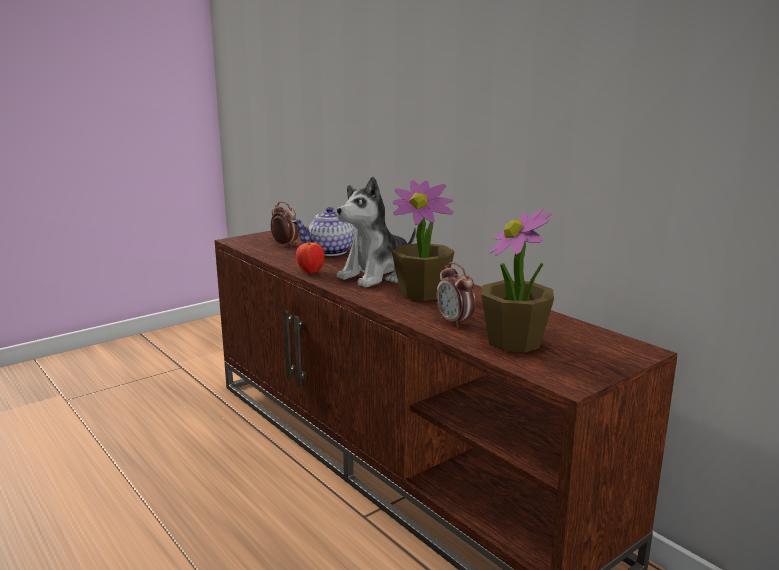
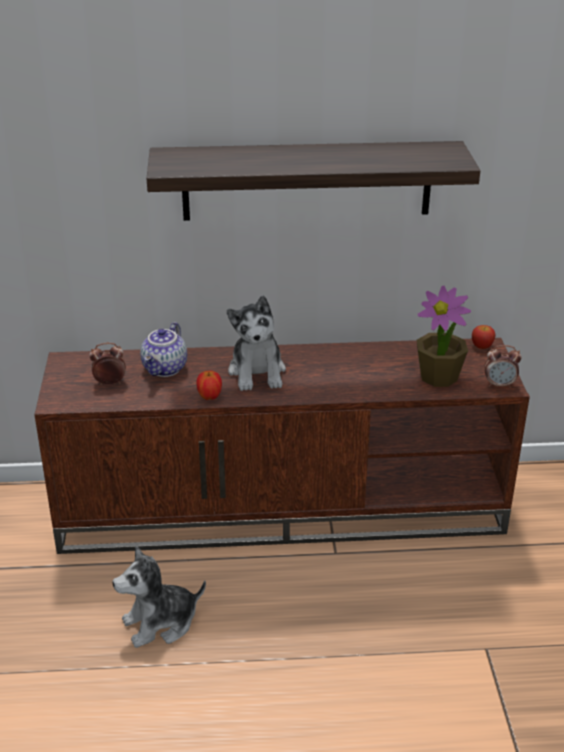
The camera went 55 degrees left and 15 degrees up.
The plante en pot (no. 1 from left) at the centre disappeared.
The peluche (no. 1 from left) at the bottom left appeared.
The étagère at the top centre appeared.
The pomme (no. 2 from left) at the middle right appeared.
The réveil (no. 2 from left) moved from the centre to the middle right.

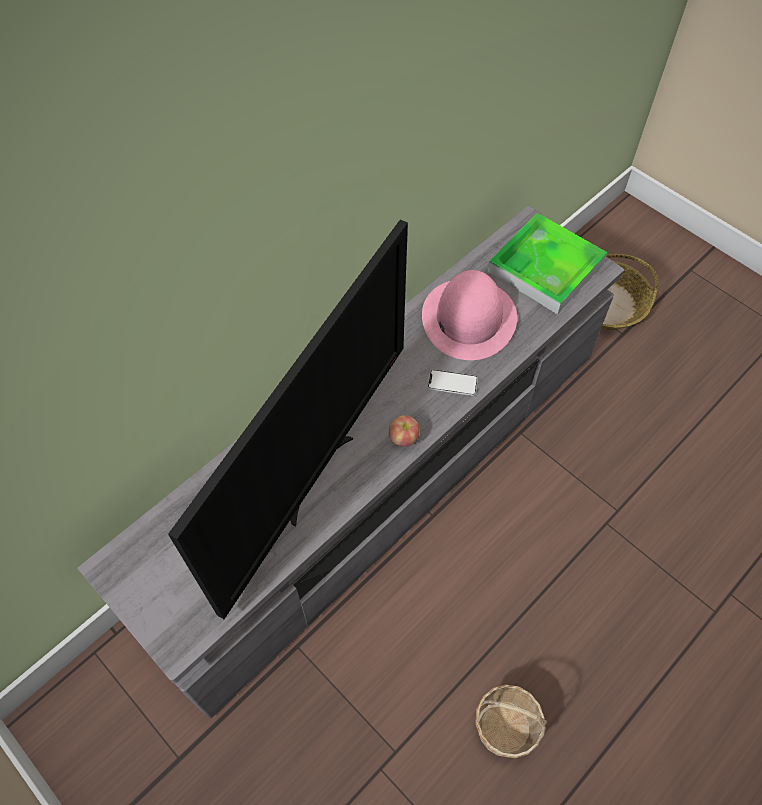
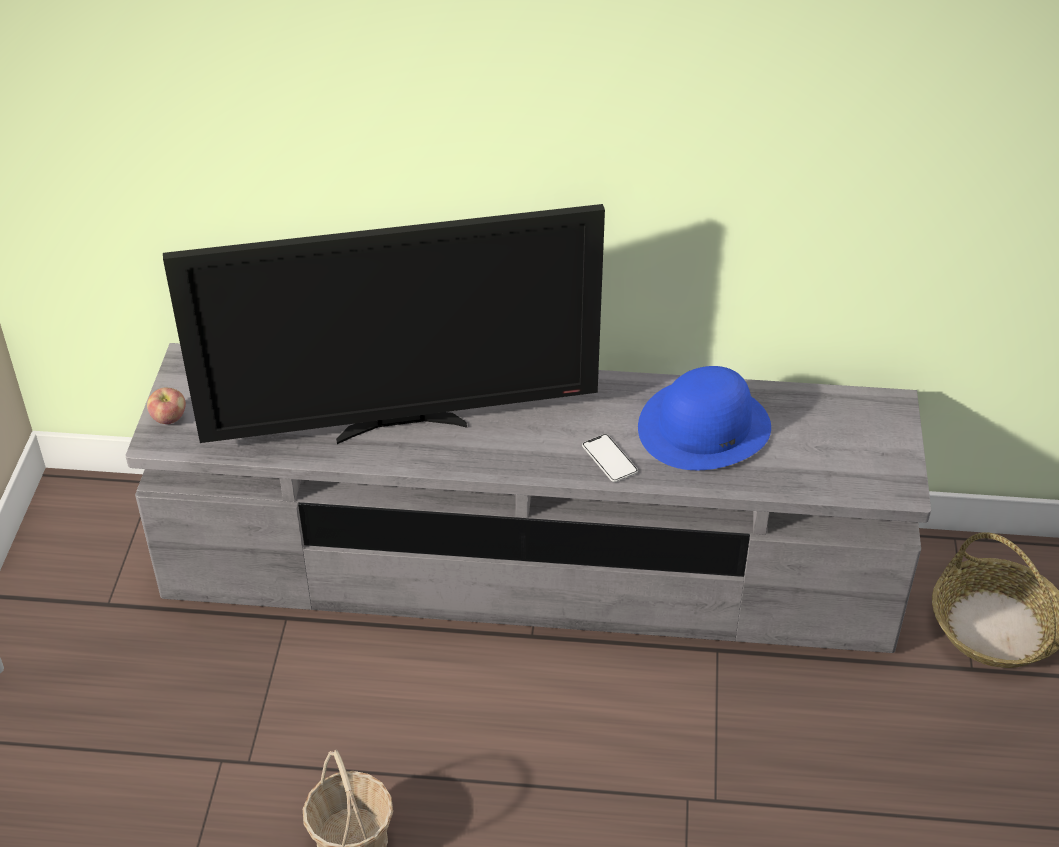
The camera went 50 degrees right and 15 degrees down.
The plateau at the top right disappeared.
The pomme moved from the centre to the middle left.
The chapeau/rose at the centre became the chapeau/bleu at the centre.

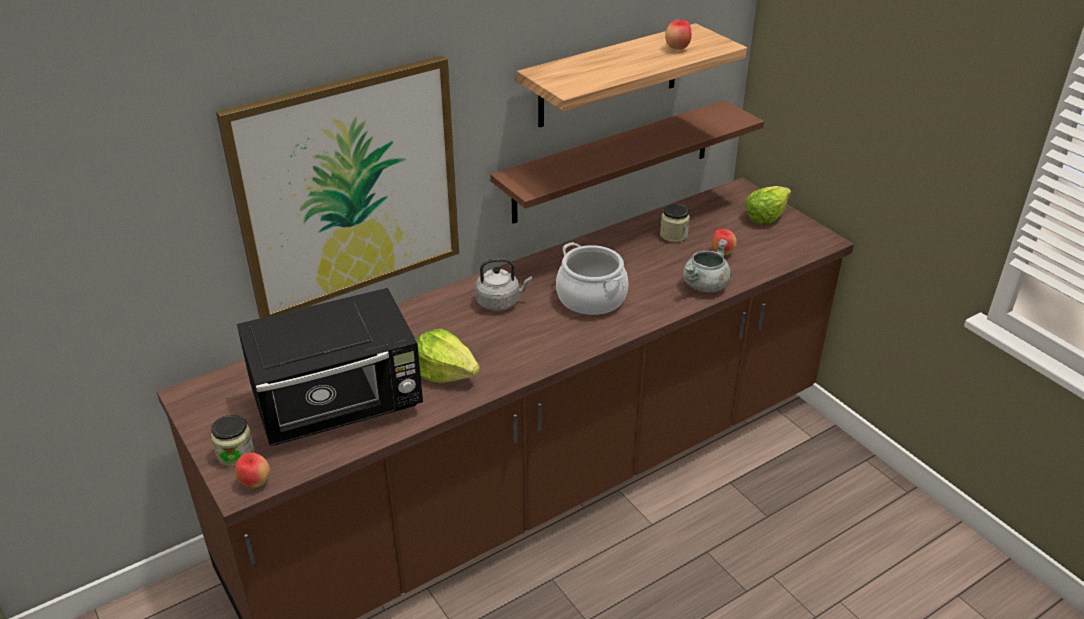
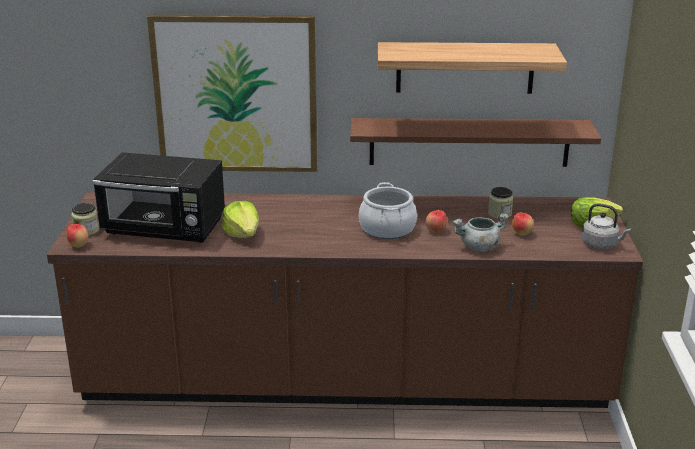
The camera went 35 degrees right and 10 degrees down.
The bouilloire/gris moved from the centre to the middle right.
The pomme (no. 2 from left) moved from the top centre to the centre.

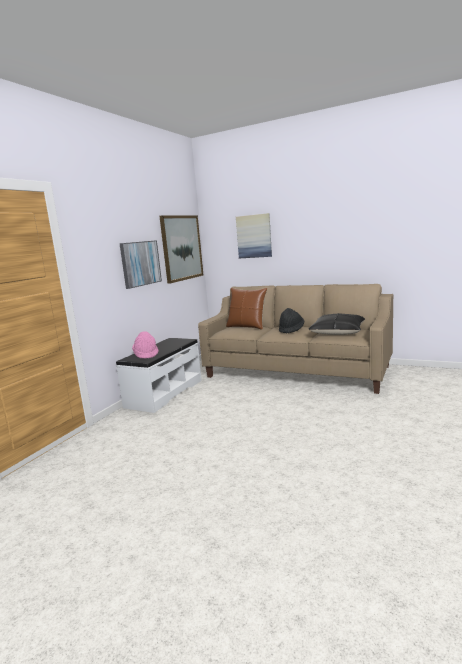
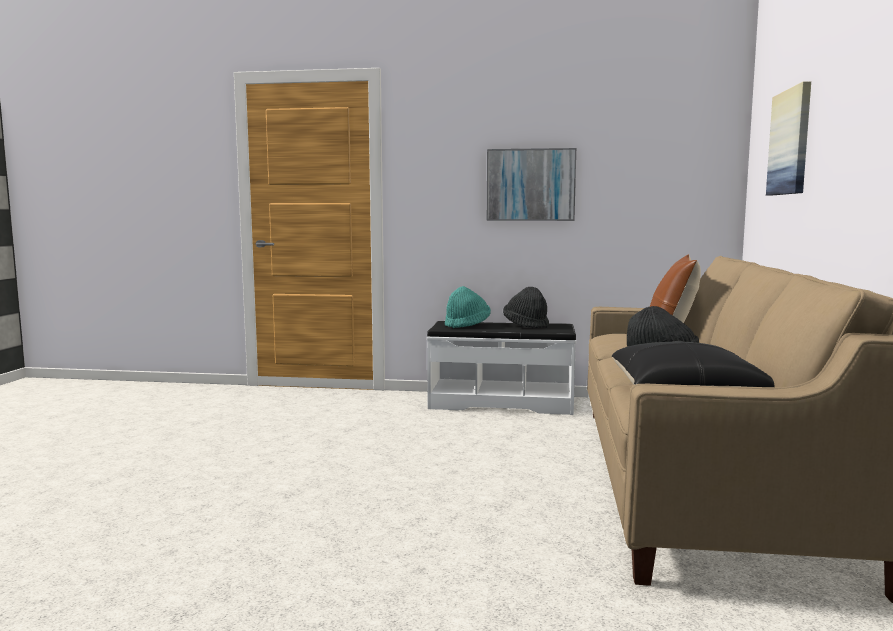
The camera went 70 degrees right and 5 degrees down.
The tableau (no. 2 from left) at the centre disappeared.
The chapeau/noir (no. 1 from left) at the centre appeared.
The chapeau/rose at the middle left became the chapeau/turquoise at the centre.

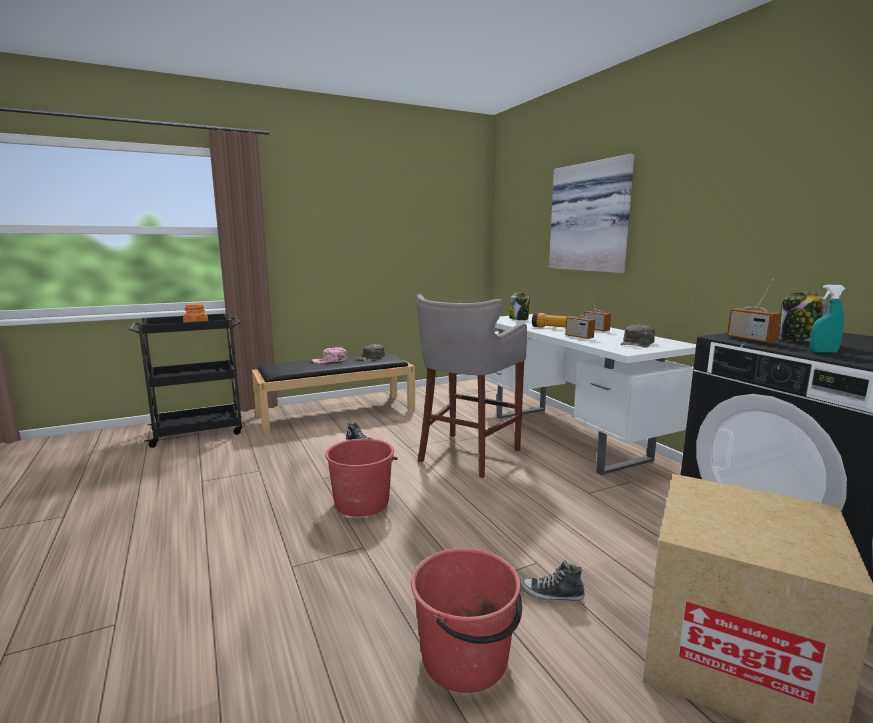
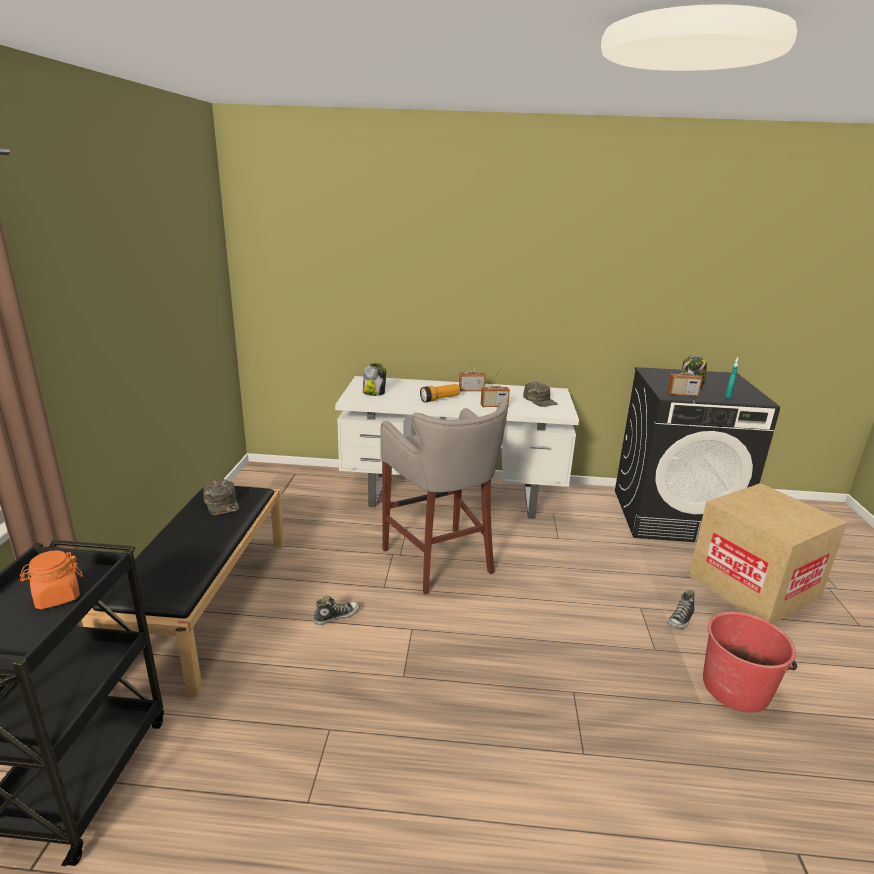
The camera went 60 degrees left and 10 degrees up.
The casquette/rose at the centre disappeared.
The seau/rouge (no. 1 from left) at the centre disappeared.
The tableau at the top right disappeared.

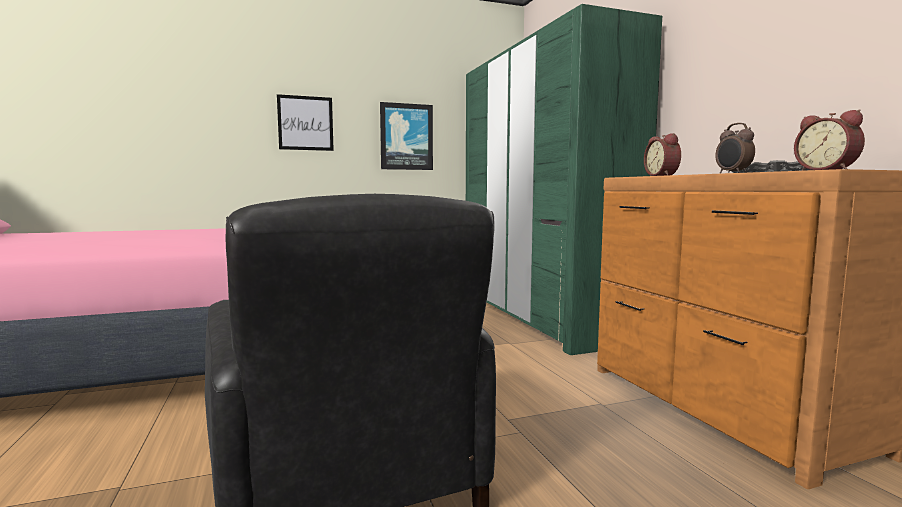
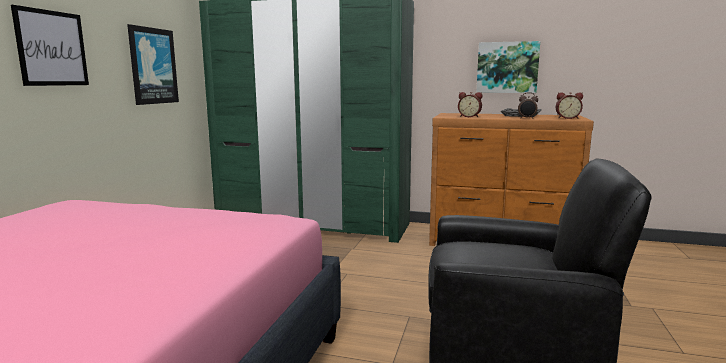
The camera went 55 degrees left and 5 degrees up.
The tableau (no. 3 from left) at the top right appeared.

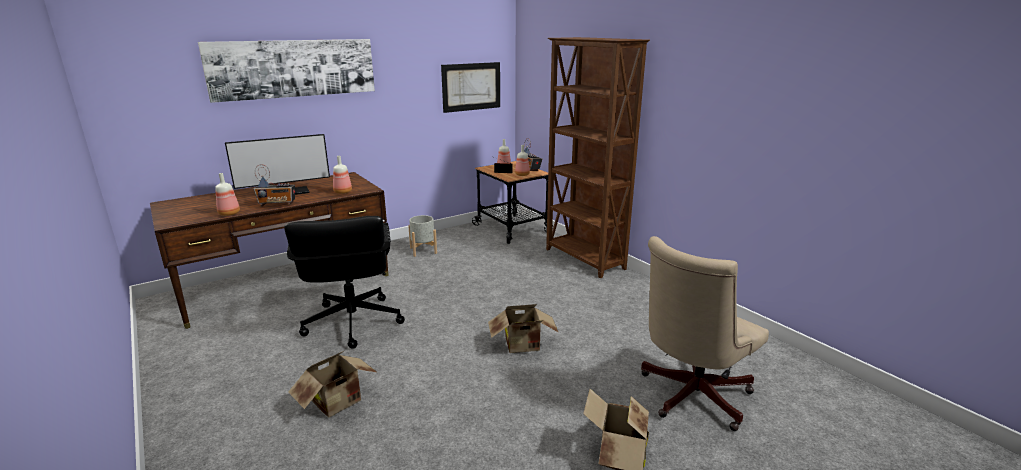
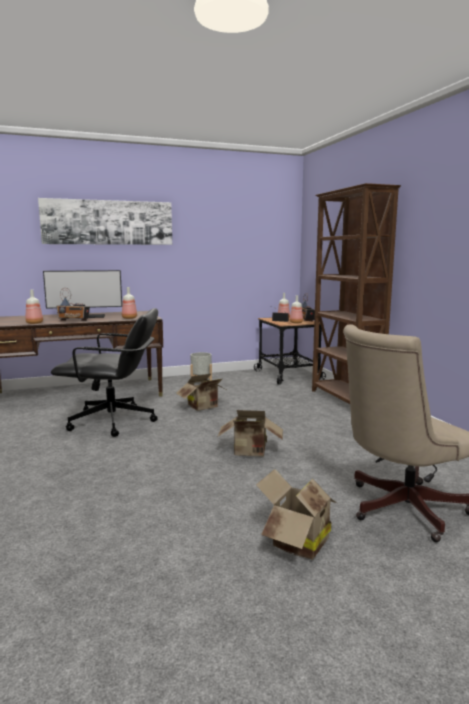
The camera went 15 degrees right and 10 degrees down.
The tableau (no. 2 from left) at the top centre disappeared.
The carton (no. 1 from left) moved from the bottom left to the centre.
The chaise de bureau/noir at the centre turned 90 degrees counterclockwise.

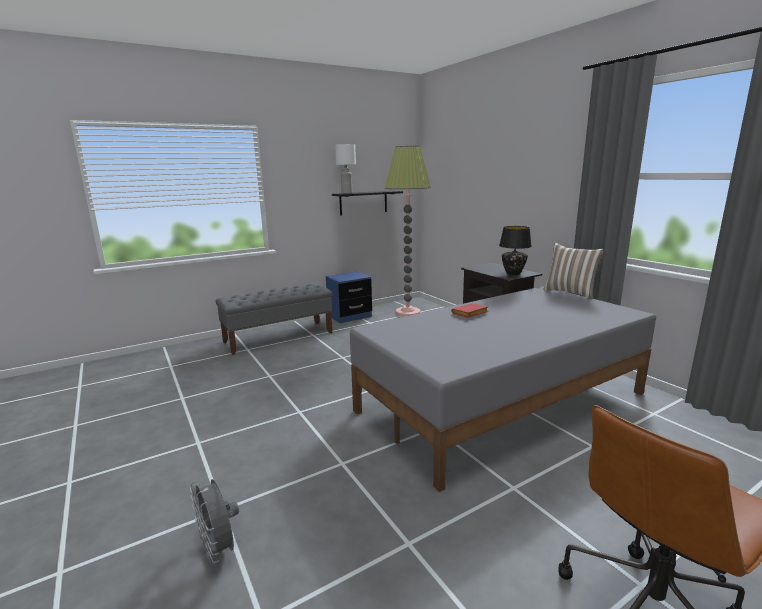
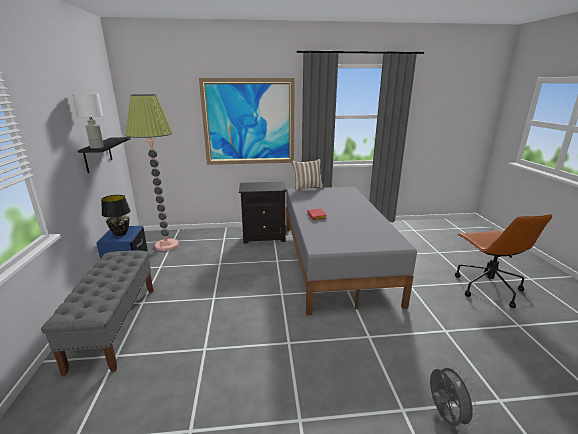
The camera went 65 degrees left and 5 degrees up.
The tableau at the top centre appeared.
The lampe de table/noir moved from the middle right to the middle left.
The ventilateur/gris at the bottom left turned 90 degrees counterclockwise.

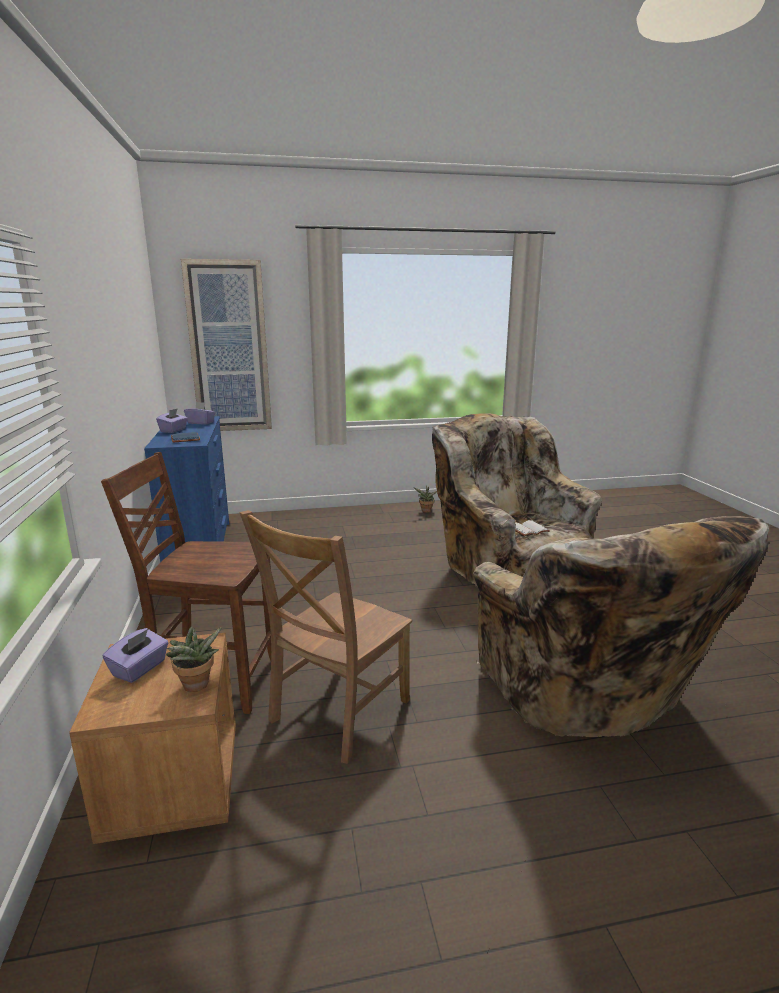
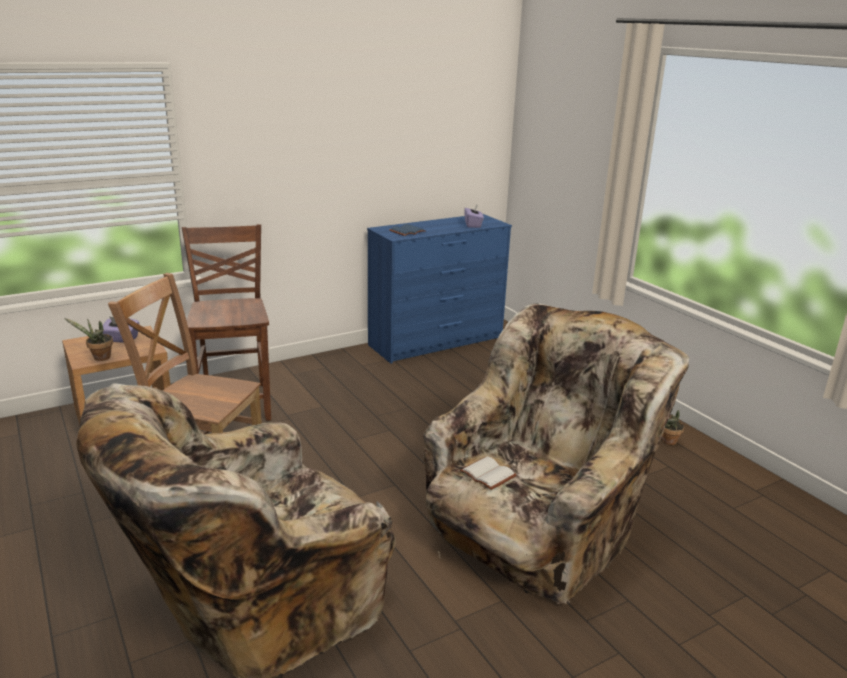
The camera went 70 degrees right and 5 degrees up.
The boîte à mouchoirs/violet (no. 2 from left) at the middle left disappeared.
The tableau at the middle left disappeared.

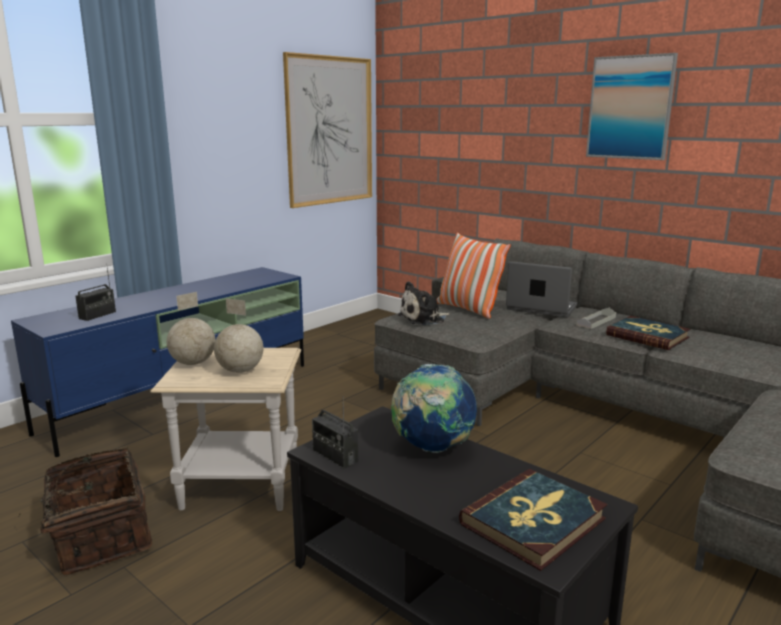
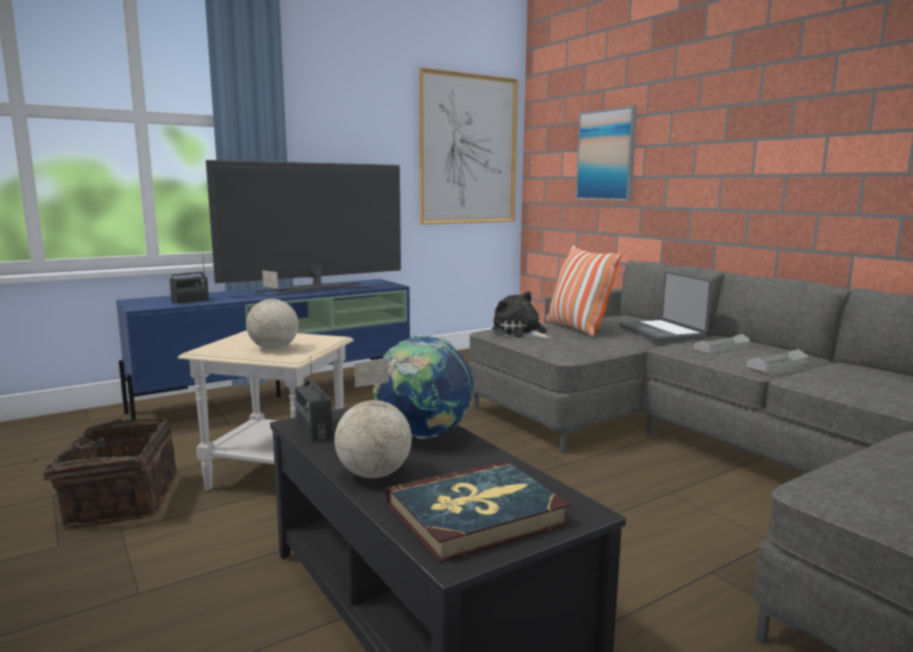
The camera went 15 degrees right and 5 degrees down.
The téléviseur at the middle left appeared.
The globe (no. 1 from left in the first image) moved from the middle left to the centre.
The tableau (no. 2 from left) moved from the top right to the top centre.
The livre (no. 2 from left) at the middle right was replaced by the plateau/gris (no. 2 from left) at the middle right.
The peluche at the centre turned 60 degrees clockwise.
The ordinateur portable at the middle right turned 150 degrees counterclockwise.

